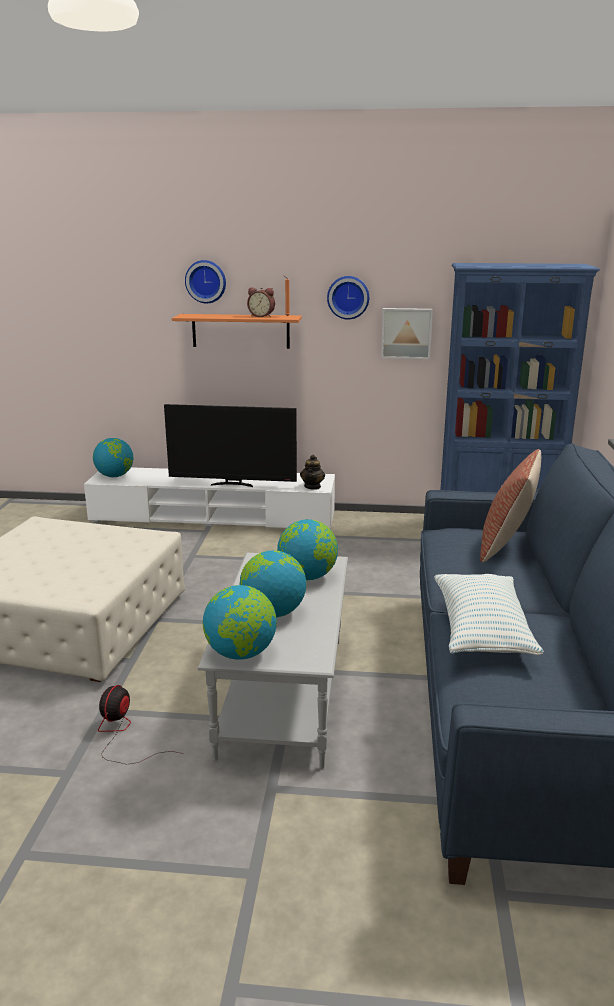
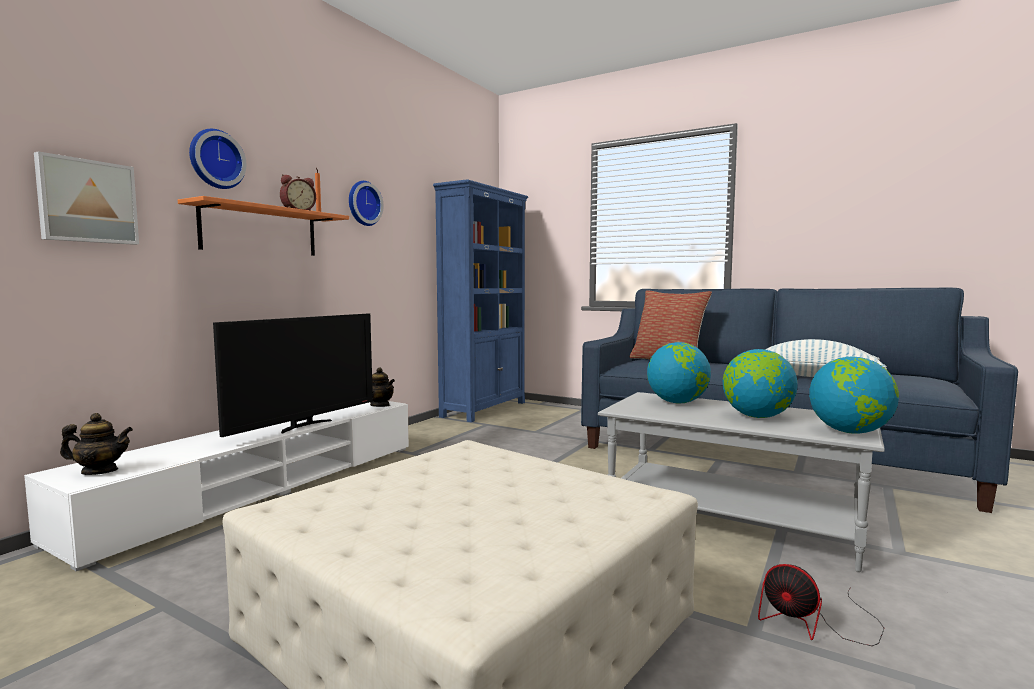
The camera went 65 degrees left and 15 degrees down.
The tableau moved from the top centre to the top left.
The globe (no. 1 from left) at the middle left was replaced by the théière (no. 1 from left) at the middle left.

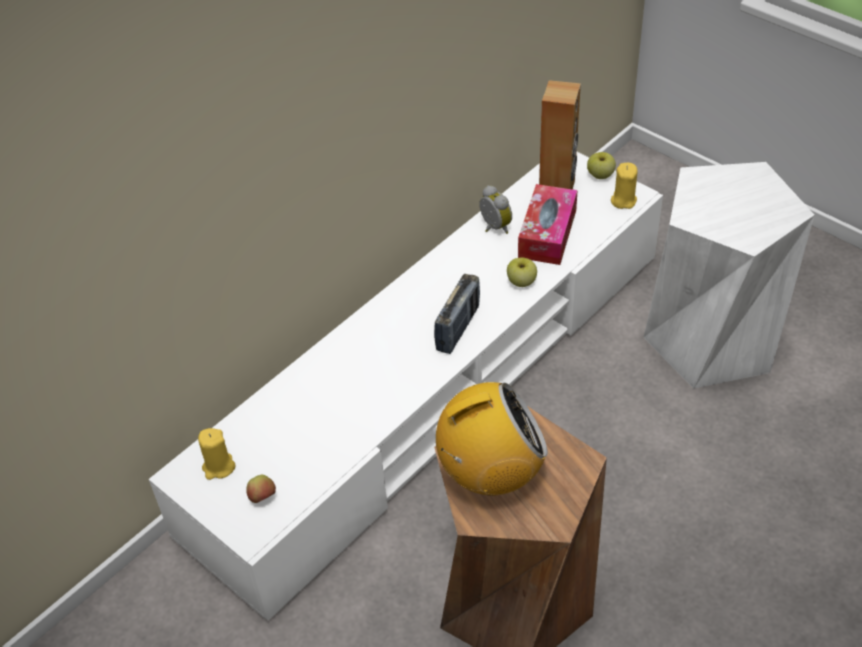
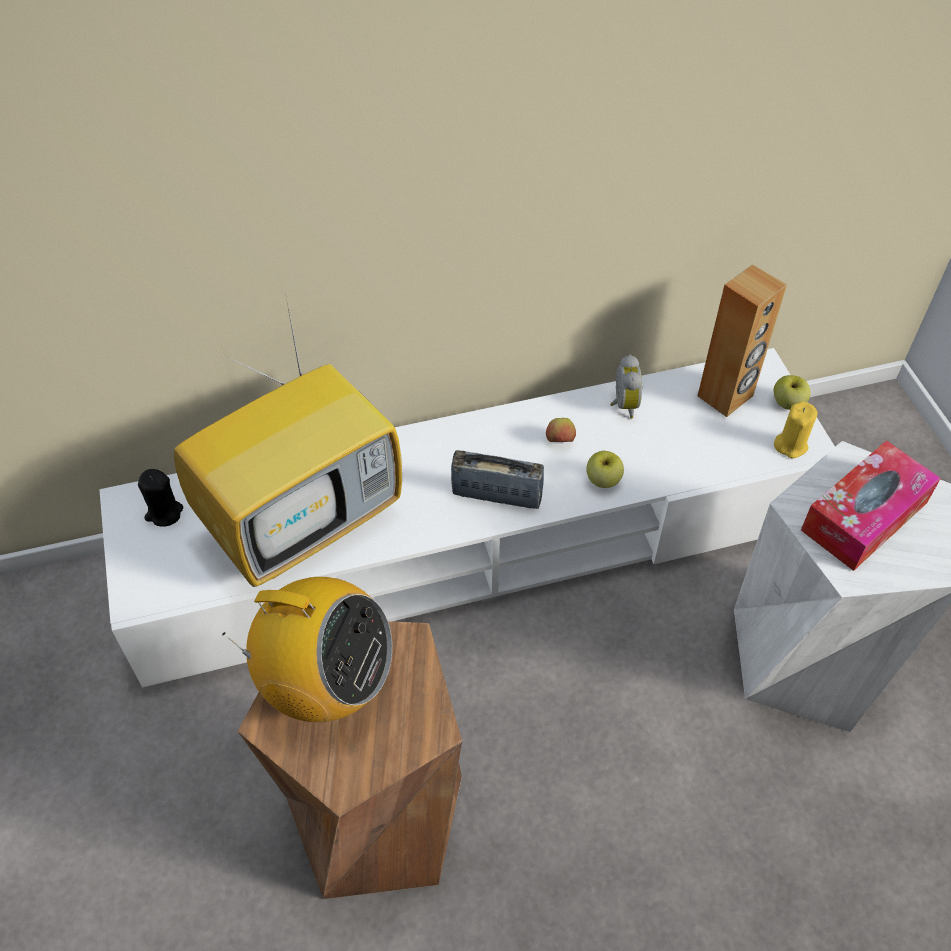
The camera went 30 degrees right and 5 degrees up.
The téléviseur at the middle left appeared.
The pomme (no. 1 from left) moved from the bottom left to the centre.
The boîte à mouchoirs moved from the centre to the middle right.
The bougie/jaune (no. 1 from left) at the bottom left became the bougie/noir at the middle left.
The radio (no. 1 from left in the first image) at the centre turned 135 degrees counterclockwise.

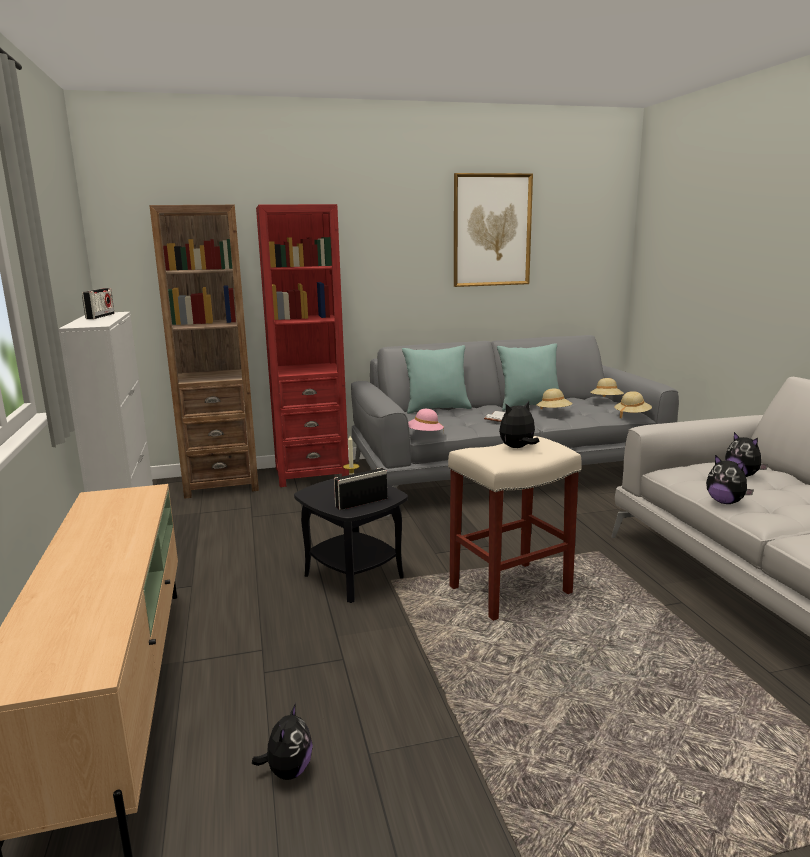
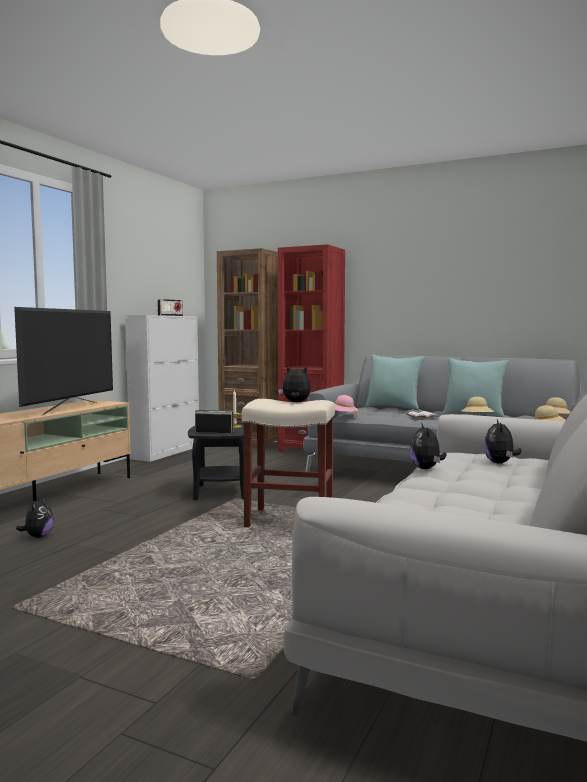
The camera went 40 degrees right and 10 degrees down.
The tableau at the top centre disappeared.
The téléviseur at the middle left appeared.
The peluche (no. 1 from left) at the bottom centre turned 45 degrees counterclockwise.

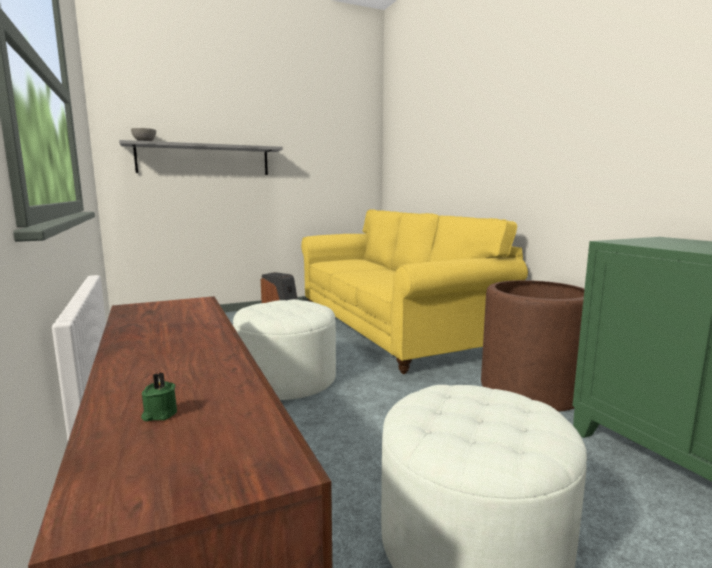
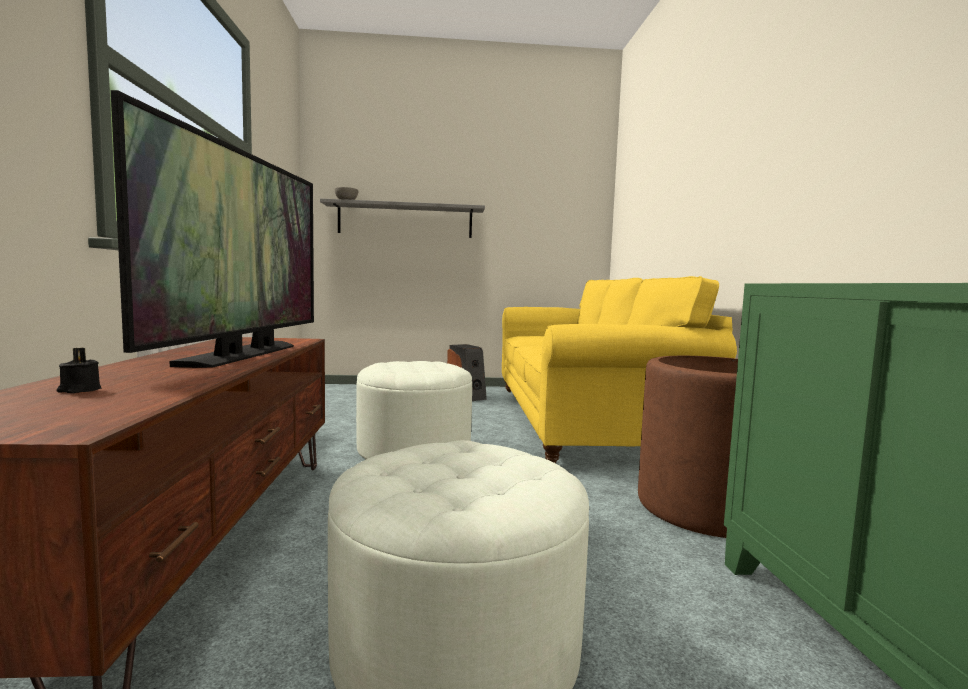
The camera went 20 degrees right and 5 degrees down.
The téléviseur at the top left appeared.
The bougie/vert at the bottom left became the bougie/noir at the middle left.

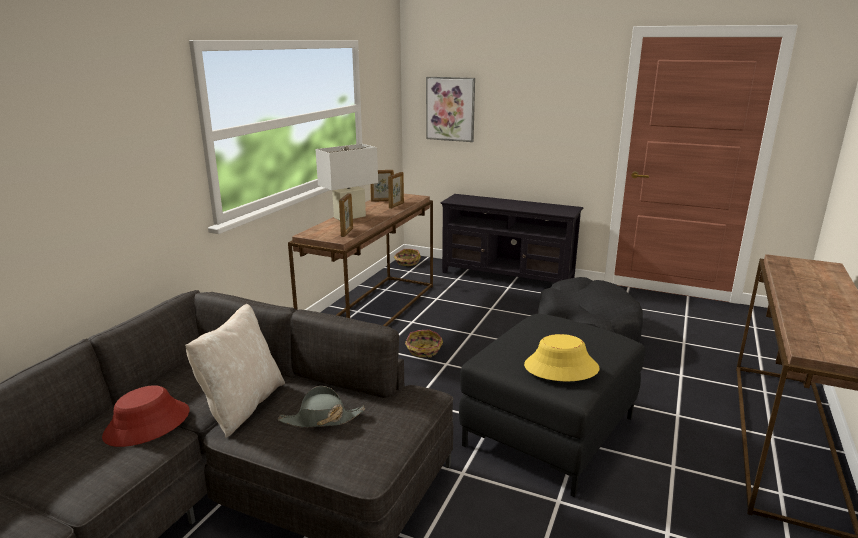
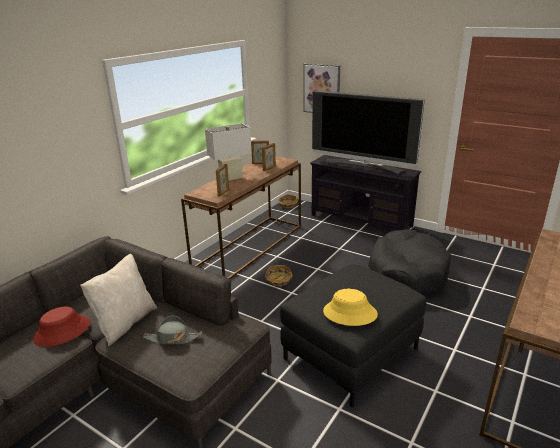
The camera went 10 degrees right and 5 degrees up.
The téléviseur at the top centre appeared.

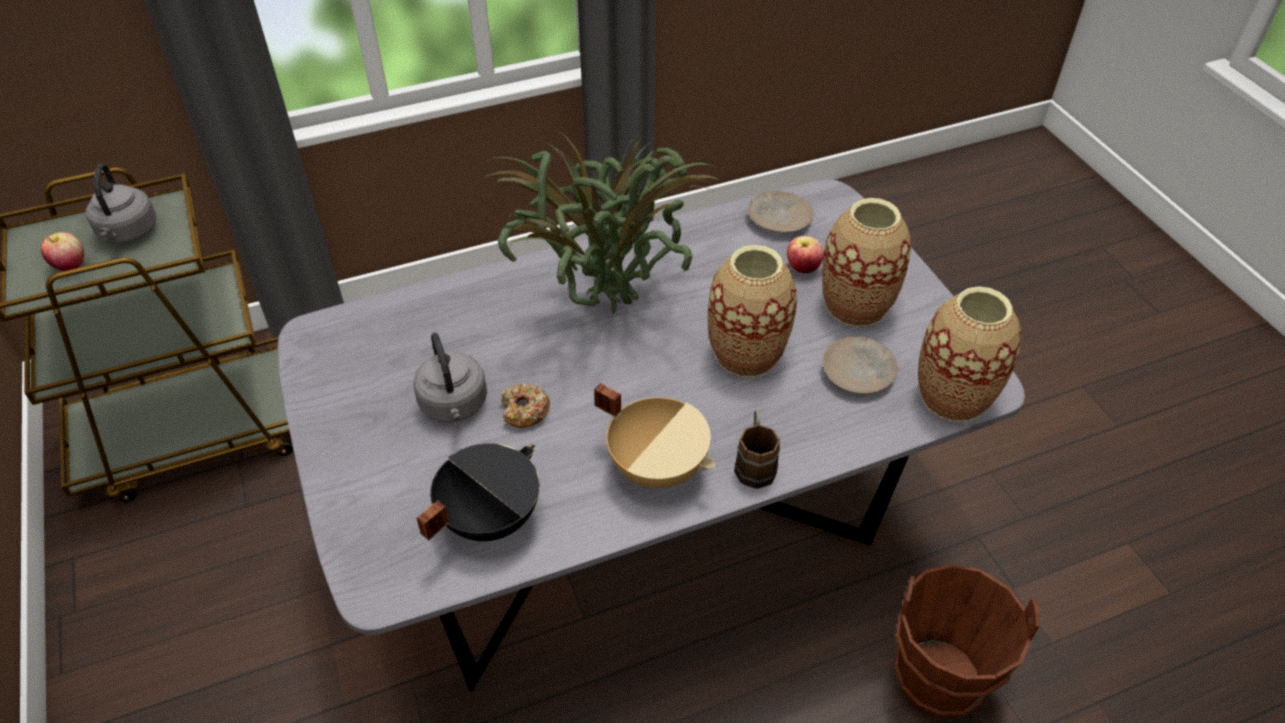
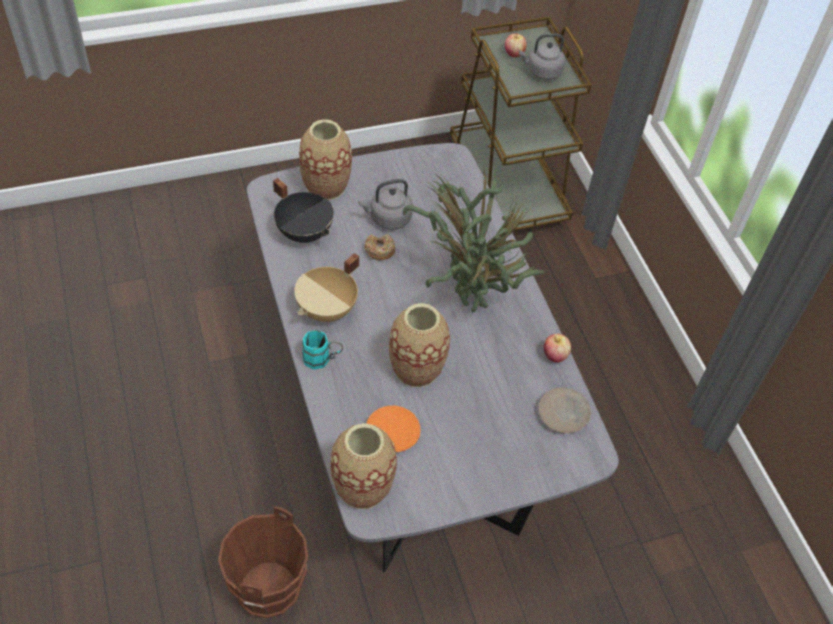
The camera went 90 degrees right and 5 degrees up.
The pomme (no. 2 from left) moved from the centre to the middle right.
The vase (no. 2 from left in the first image) moved from the middle right to the top centre.
The mug/marron at the centre became the mug/turquoise at the centre.
The assiette/beige (no. 2 from left) at the middle right became the assiette/orange at the bottom centre.

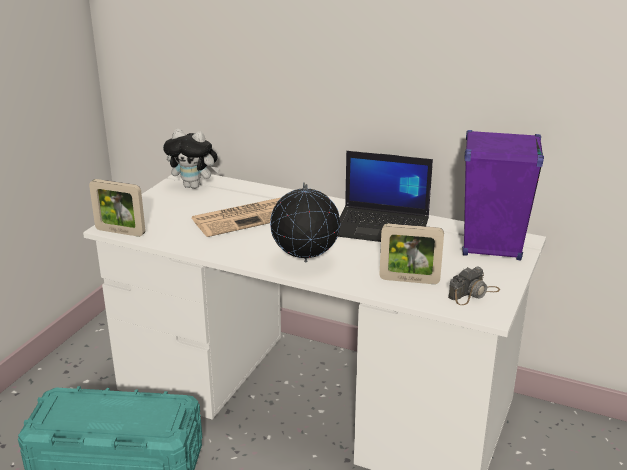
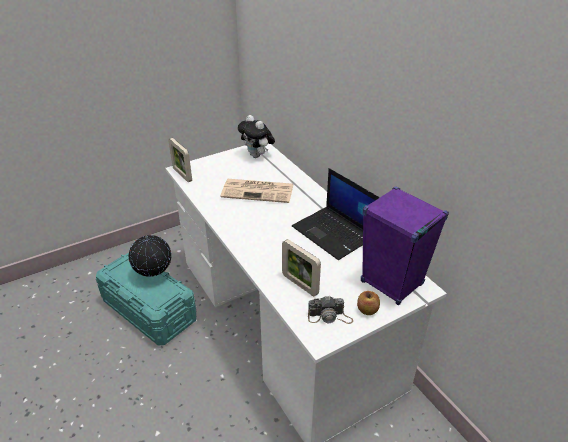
The camera went 35 degrees right and 10 degrees up.
The pomme at the bottom centre appeared.
The globe moved from the centre to the middle left.

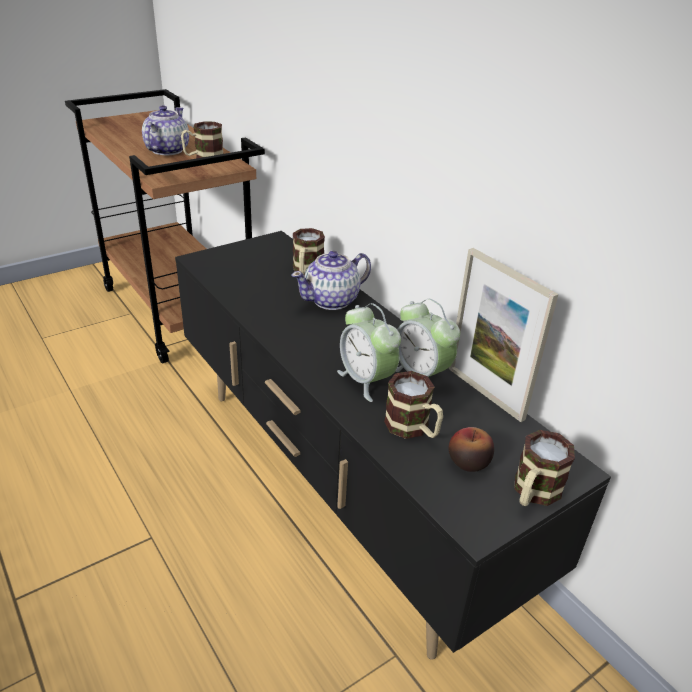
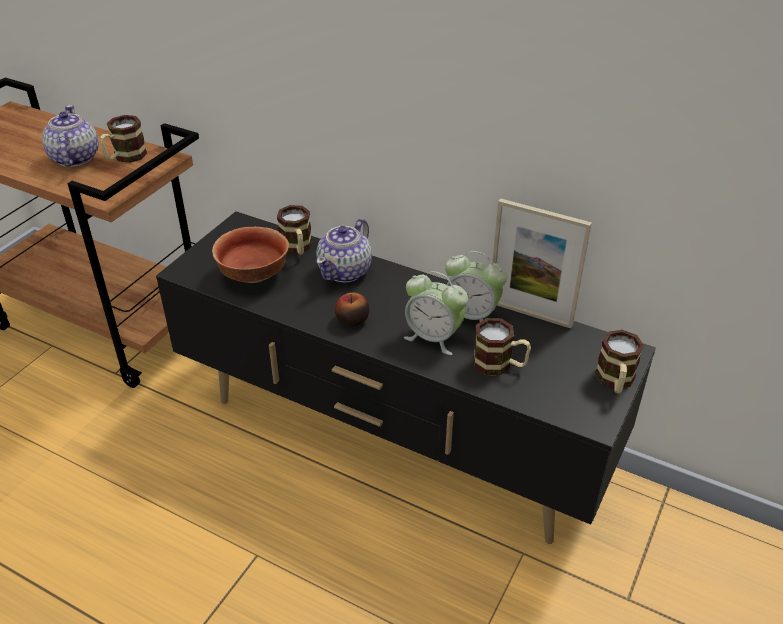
The camera went 25 degrees left and 5 degrees up.
The bol at the middle left appeared.
The pomme moved from the middle right to the centre.

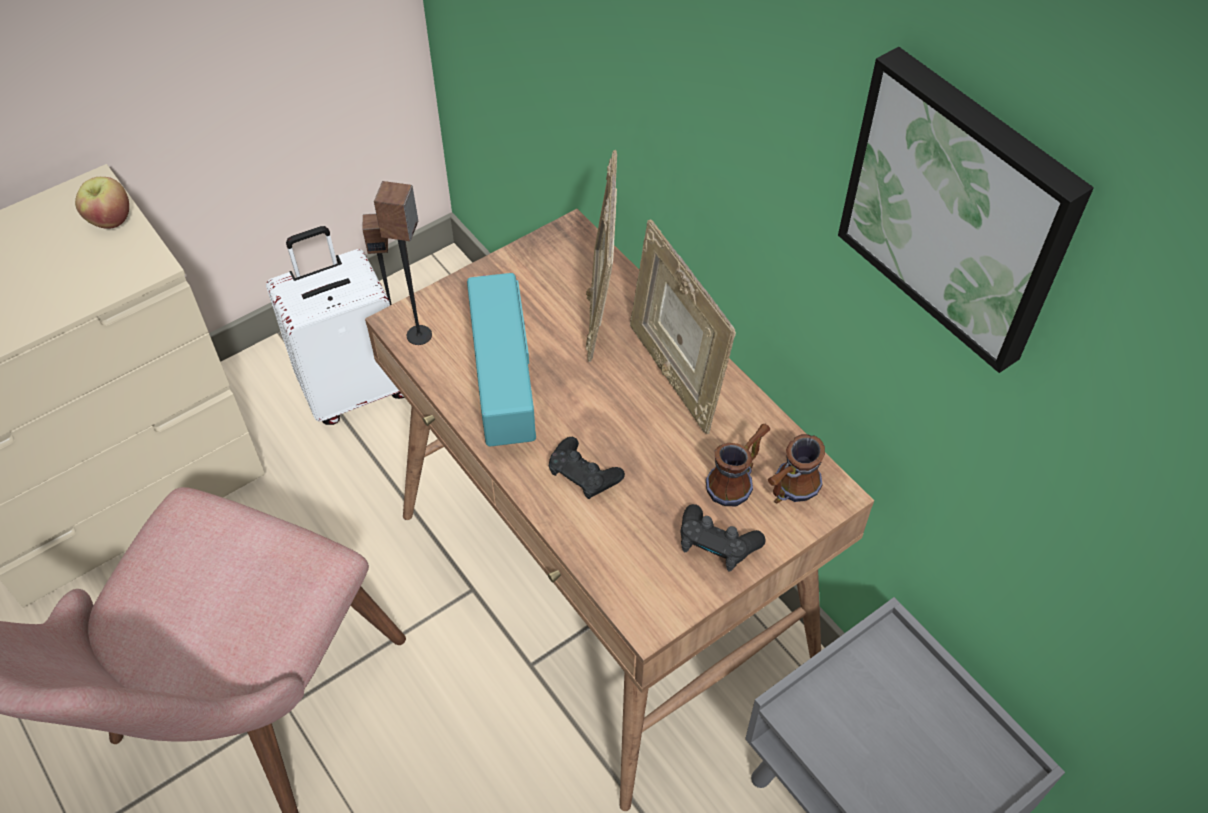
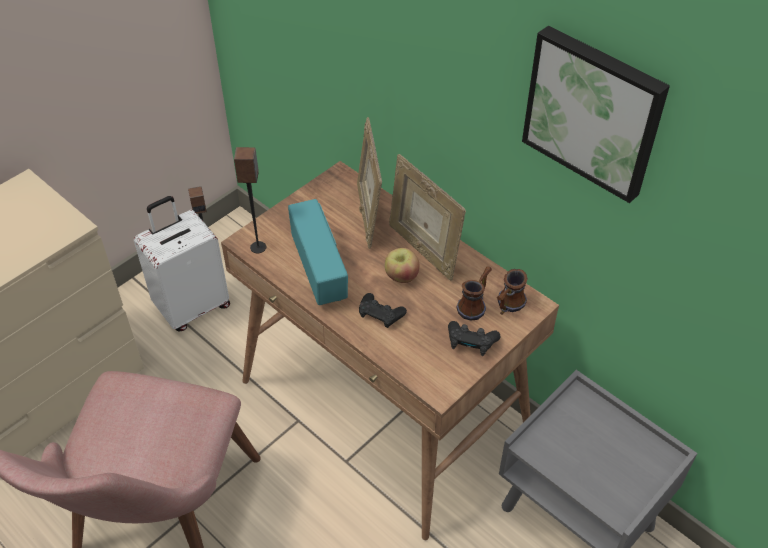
The camera went 10 degrees left and 5 degrees down.
The pomme moved from the top left to the centre.

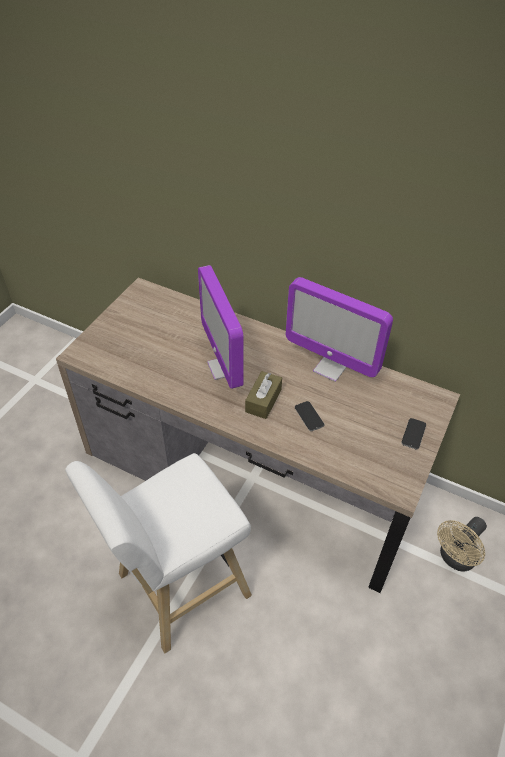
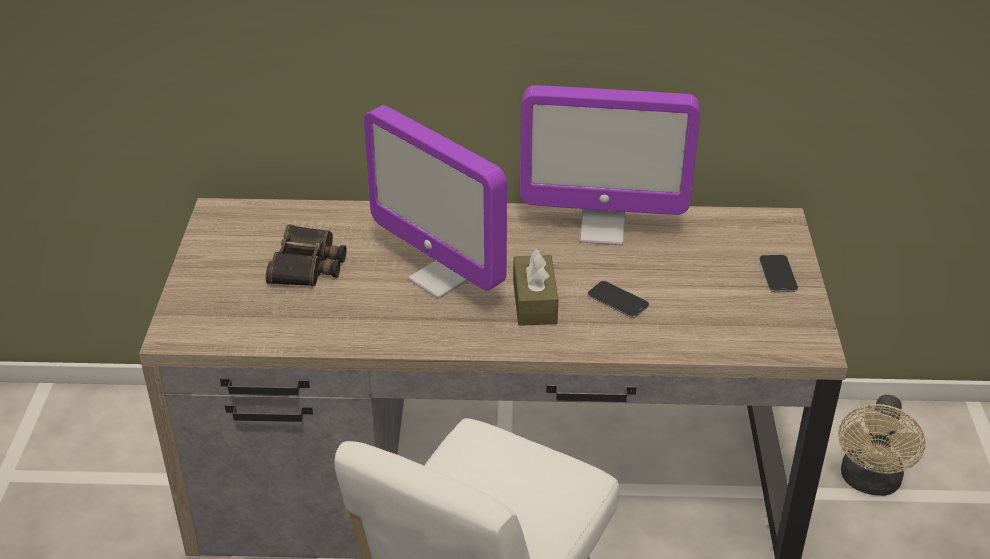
The camera went 25 degrees left and 10 degrees down.
The jumelles at the middle left appeared.

